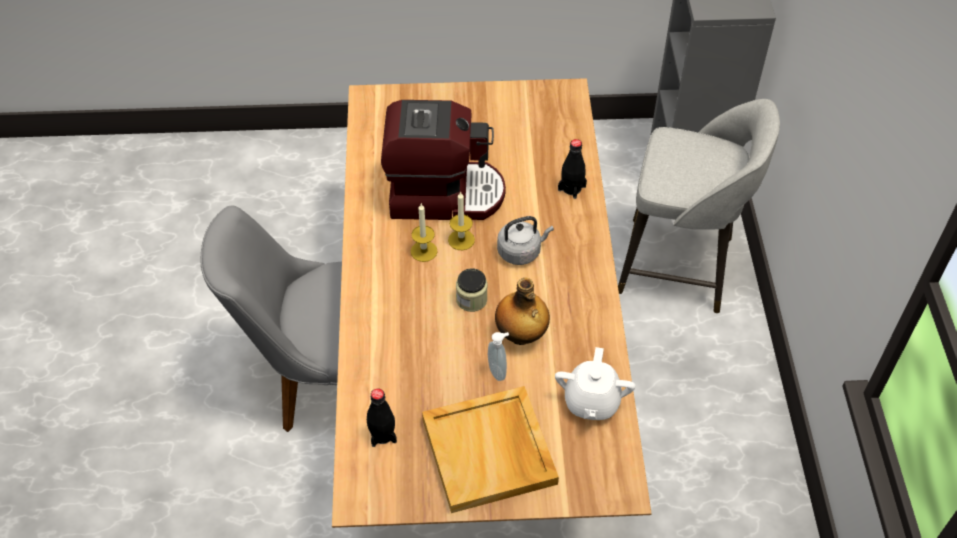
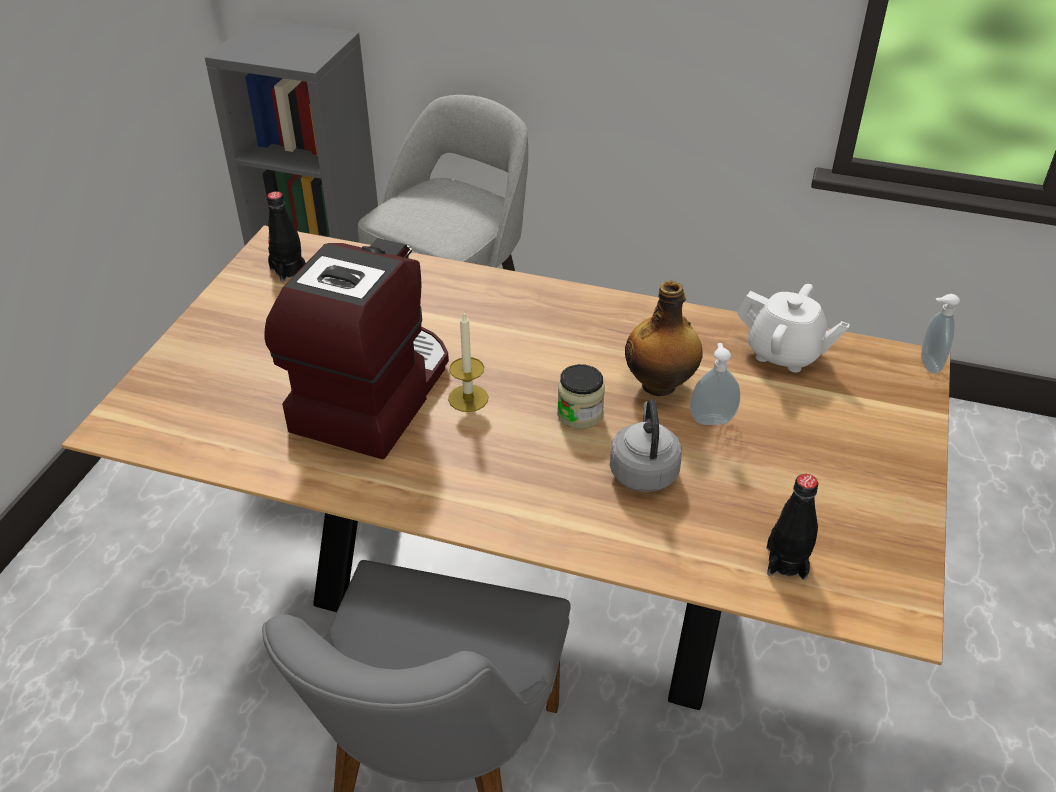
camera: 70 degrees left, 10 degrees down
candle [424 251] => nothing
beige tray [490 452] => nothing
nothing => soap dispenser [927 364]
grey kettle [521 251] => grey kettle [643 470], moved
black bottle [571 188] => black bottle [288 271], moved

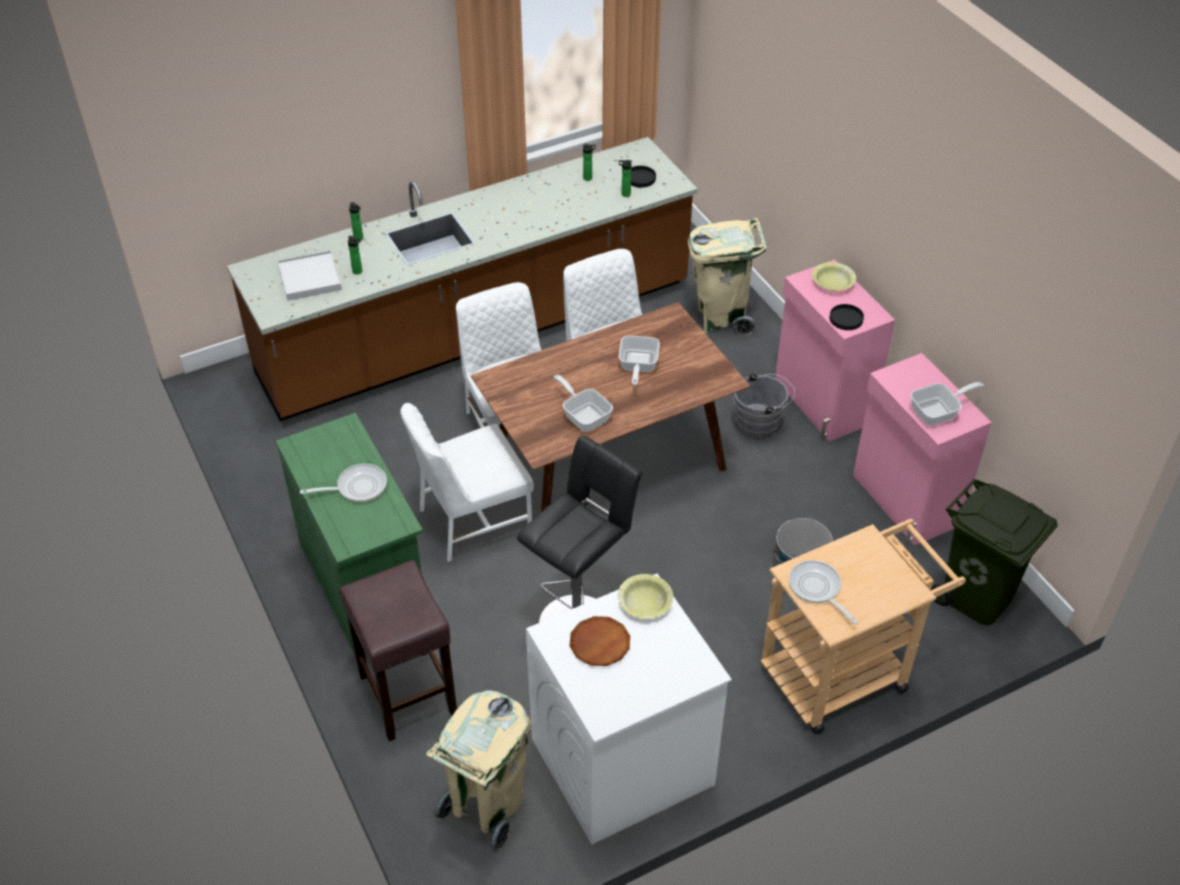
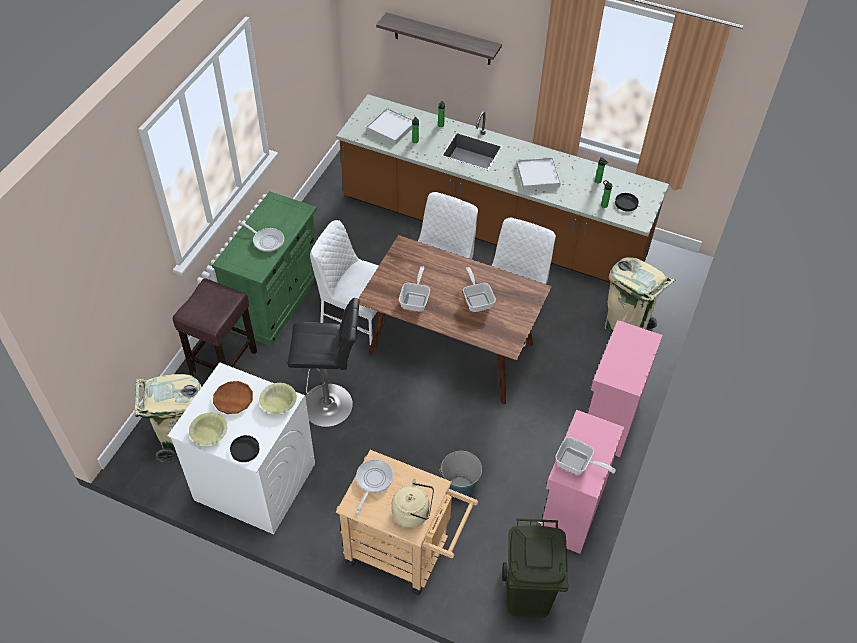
camera: 50 degrees right, 5 degrees up
grey bucket [760 424] => nothing
nothing => shelf [442 39]
nothing => beige kettle [413 513]
nothing => white tray [537 175]
yellow bowl [833 282] => yellow bowl [209 432], moved
black plate [846 319] => black plate [245 450], moved
frying pan [637 367] => frying pan [477 299], 105 degrees clockwise

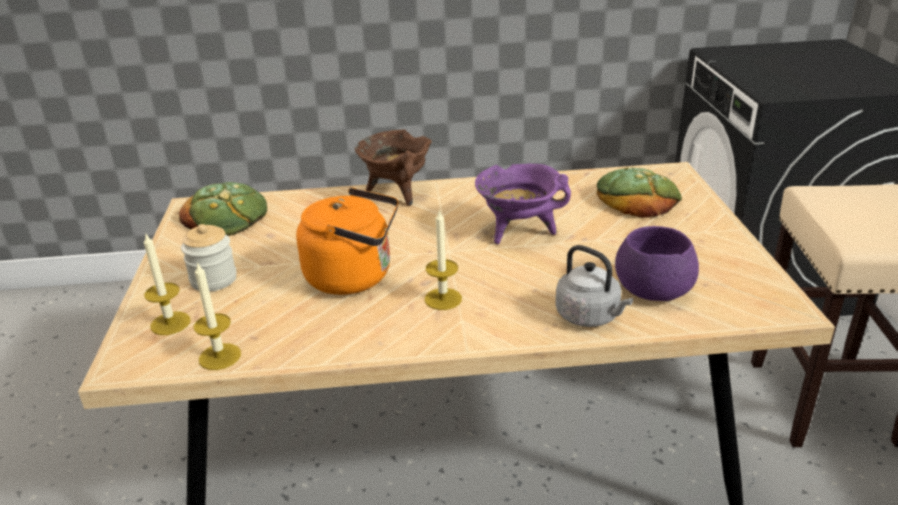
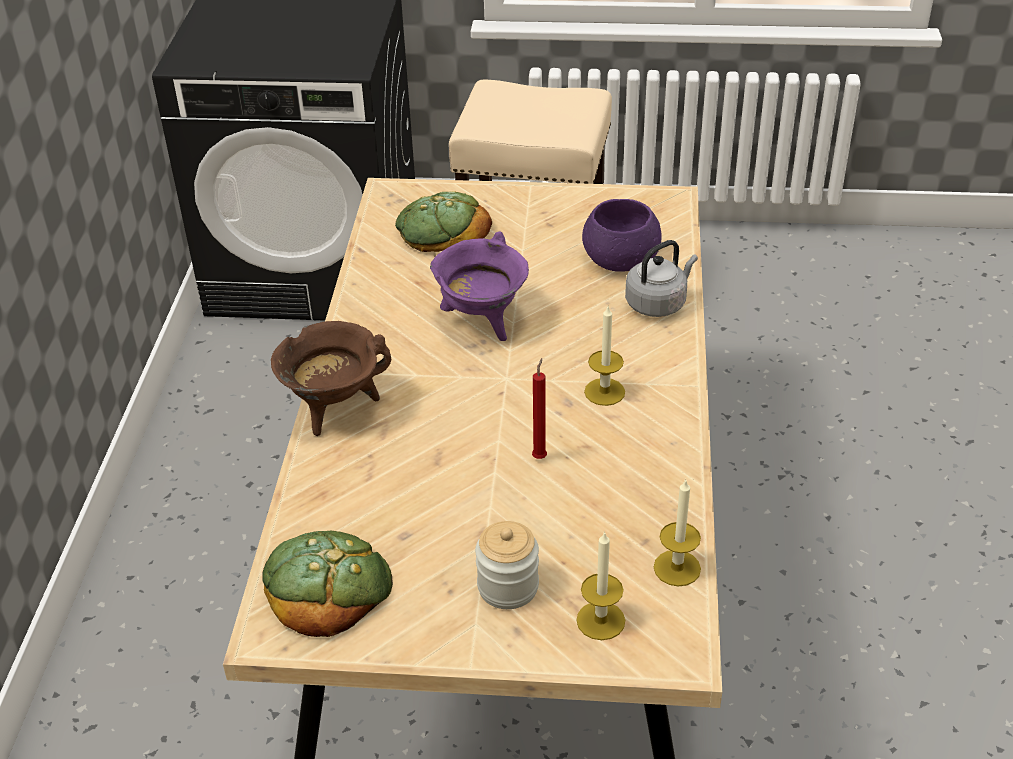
camera: 80 degrees left, 10 degrees up
orange kettle [354 277] => red candle [540 456]

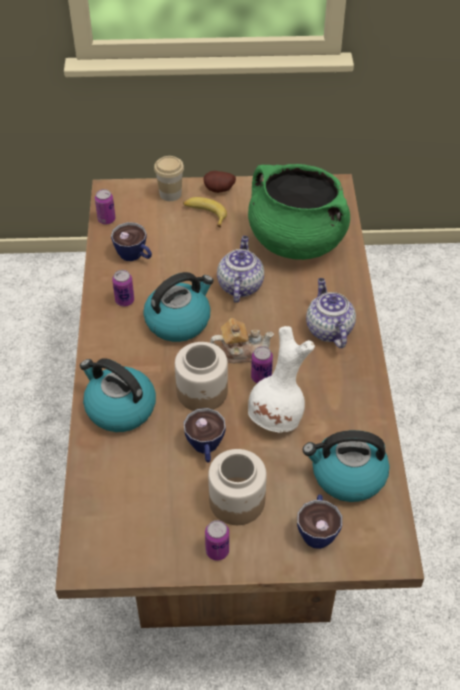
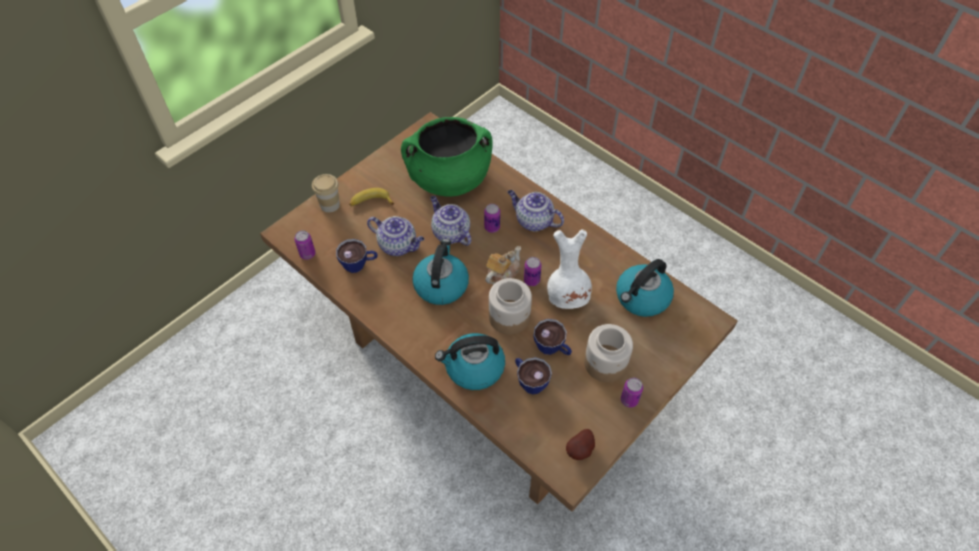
camera: 45 degrees left, 5 degrees up
nothing => teapot [398 245]
can [124 301] => can [492 227], moved
potato [219 190] => potato [581 450], moved
cup [317 529] => cup [529 381], moved

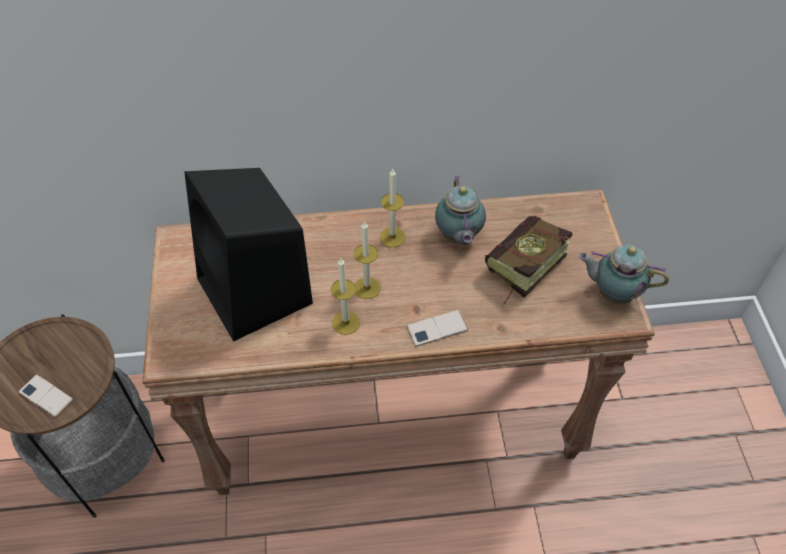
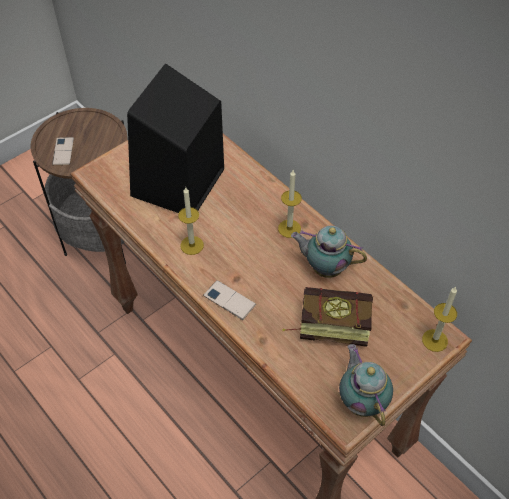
camera: 55 degrees right, 0 degrees up
candle [367 288] => candle [434 340], moved
teapot [458 238] => teapot [325 268], 60 degrees clockwise

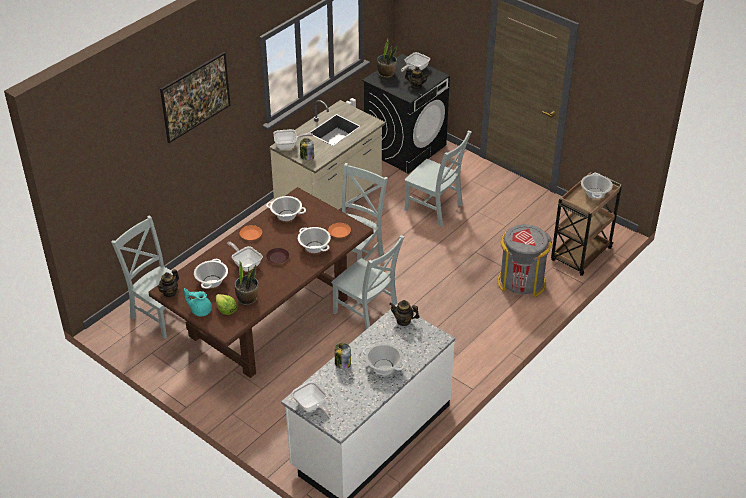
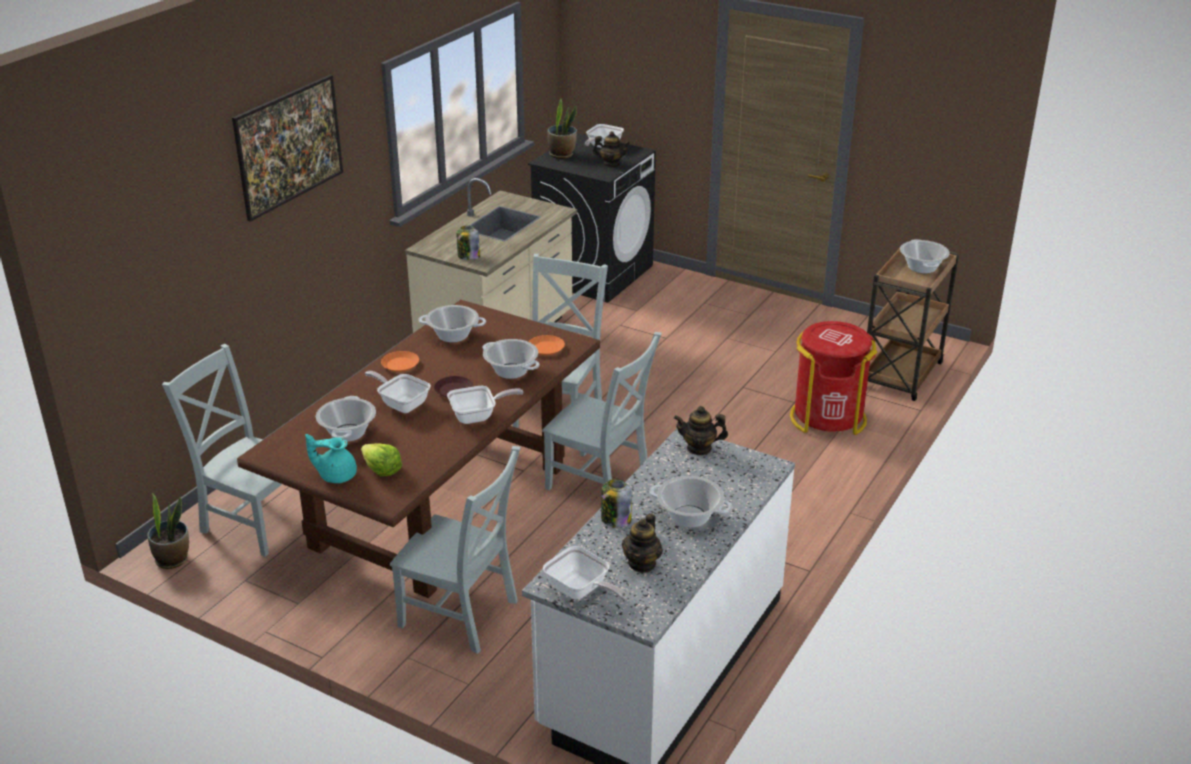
camera: 10 degrees left, 10 degrees down
teapot [170 292] => teapot [642 563], moved
potted plant [247 299] => potted plant [172 559], moved
frying pan [288 145] => frying pan [478 416], moved
grey chair [435 208] => grey chair [462 616], moved
grey trash can [521 282] => red trash can [827 418]

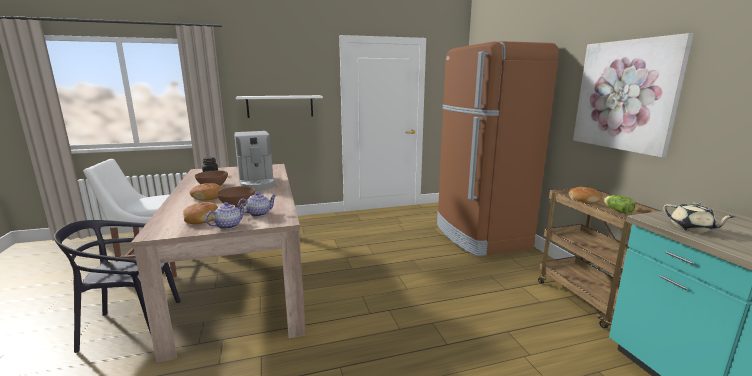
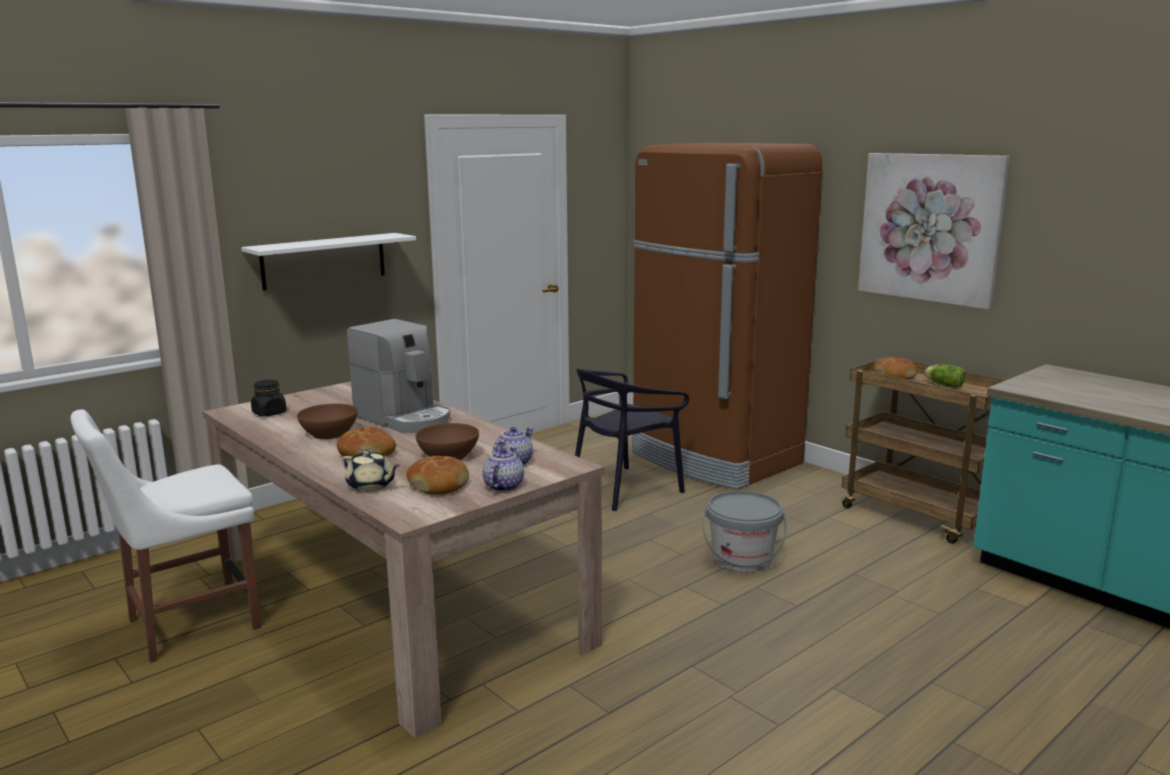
camera: 25 degrees left, 0 degrees up
nothing => grey bucket [742 558]
black chair [133 326] => black chair [625 489], moved
beige teapot [691 228] => beige teapot [371 486], moved

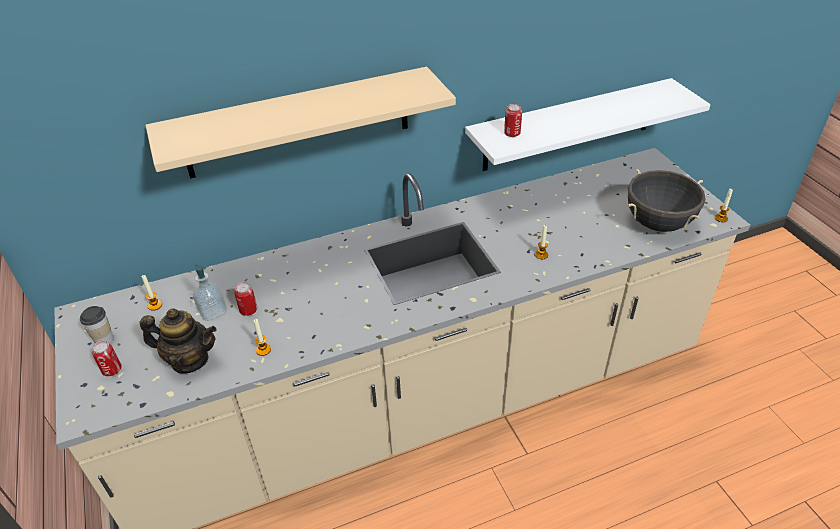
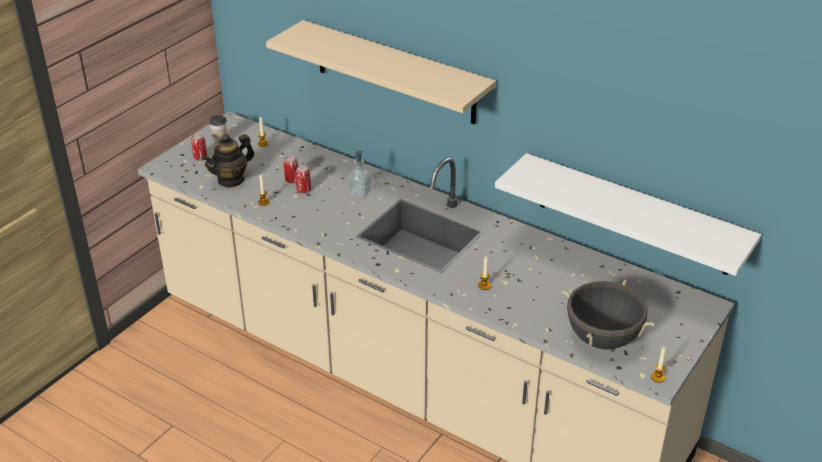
camera: 55 degrees right, 5 degrees down
soap dispenser [212 311] => soap dispenser [360 193], moved
can [512 134] => can [303 190], moved
teapot [189 360] => teapot [231 180], 75 degrees clockwise

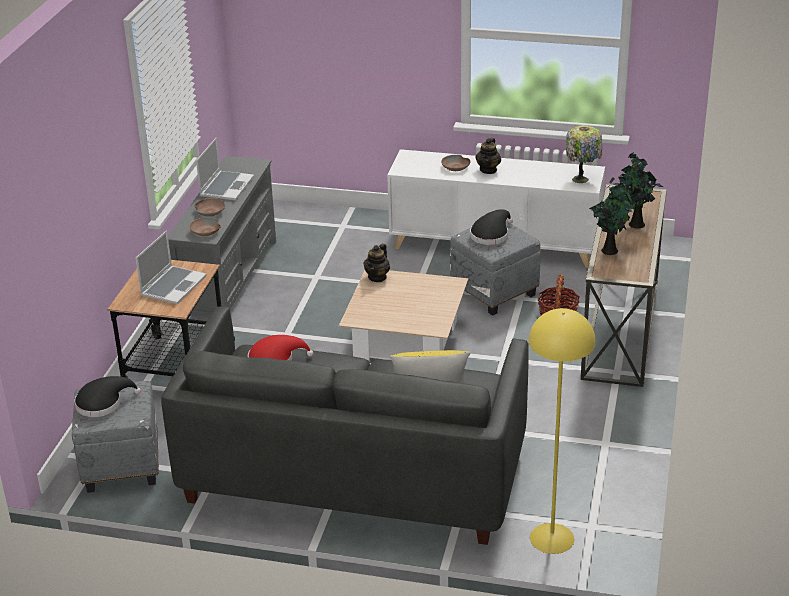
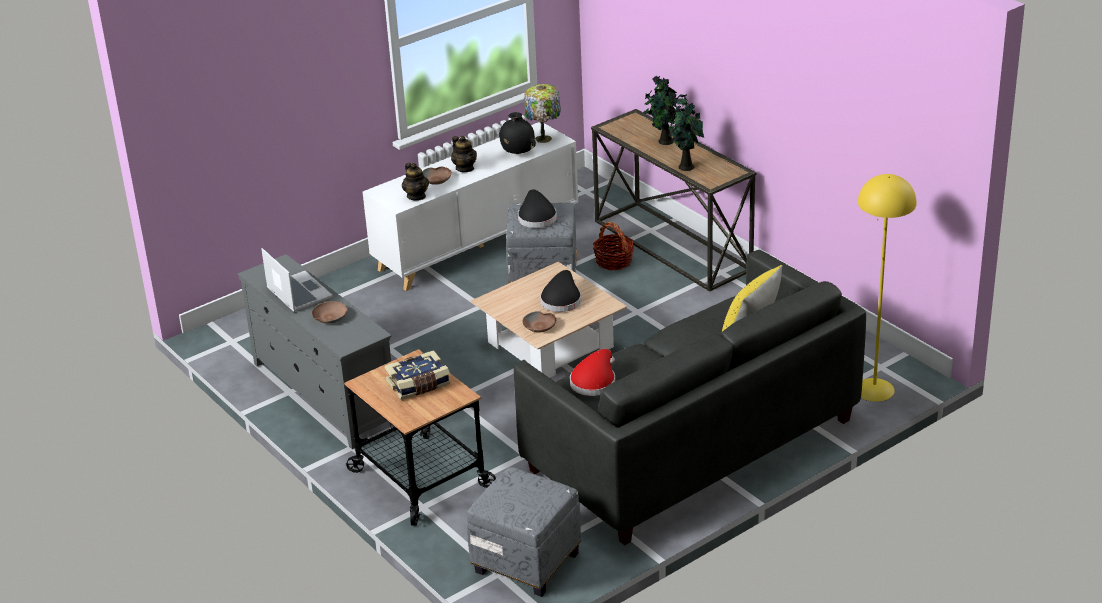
camera: 50 degrees left, 0 degrees up
nothing => black vase [517 153]
black hat [103 403] => black hat [561 300], moved
brown bowl [205 232] => brown bowl [540 327], moved
teapot [377 277] => teapot [416 196], moved
laptop [173 286] => book [419 385]

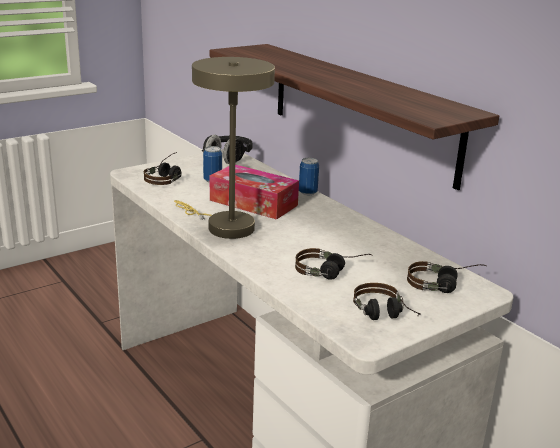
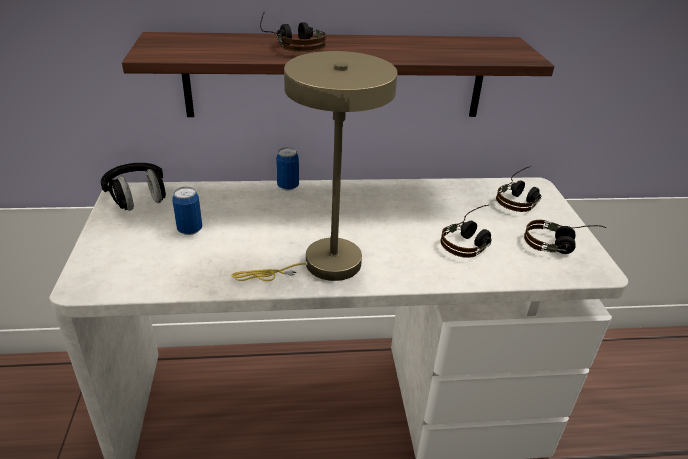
camera: 60 degrees left, 10 degrees up
tissue box [253 203] => nothing
headphones [167 177] => headphones [292 44], moved

